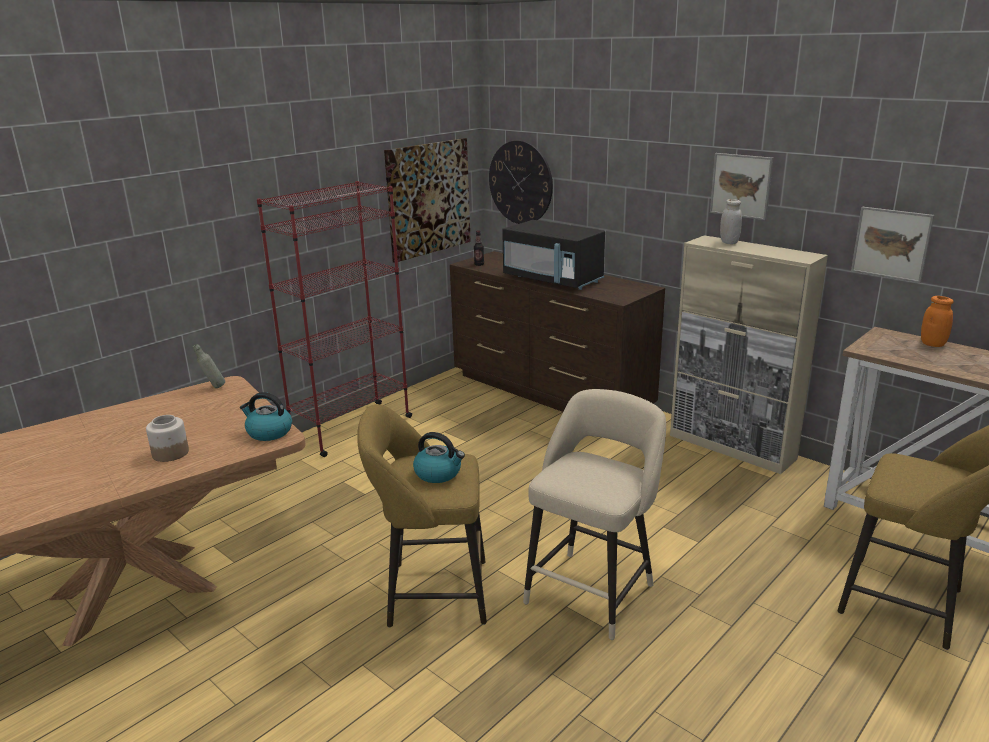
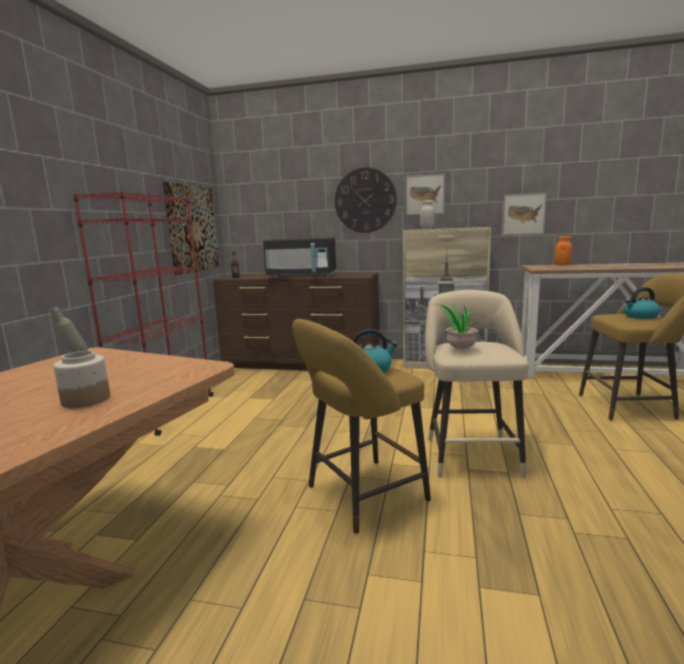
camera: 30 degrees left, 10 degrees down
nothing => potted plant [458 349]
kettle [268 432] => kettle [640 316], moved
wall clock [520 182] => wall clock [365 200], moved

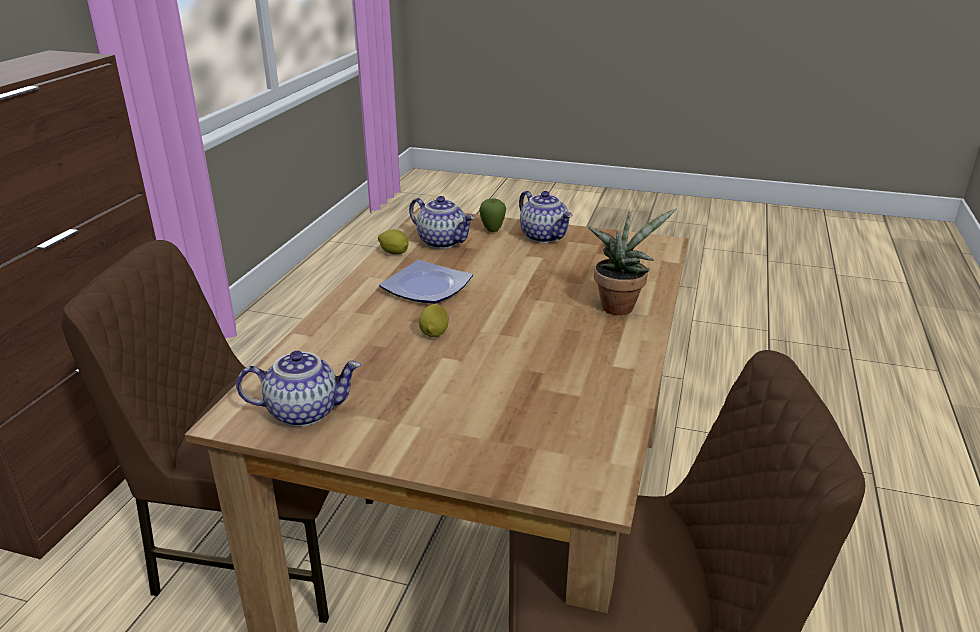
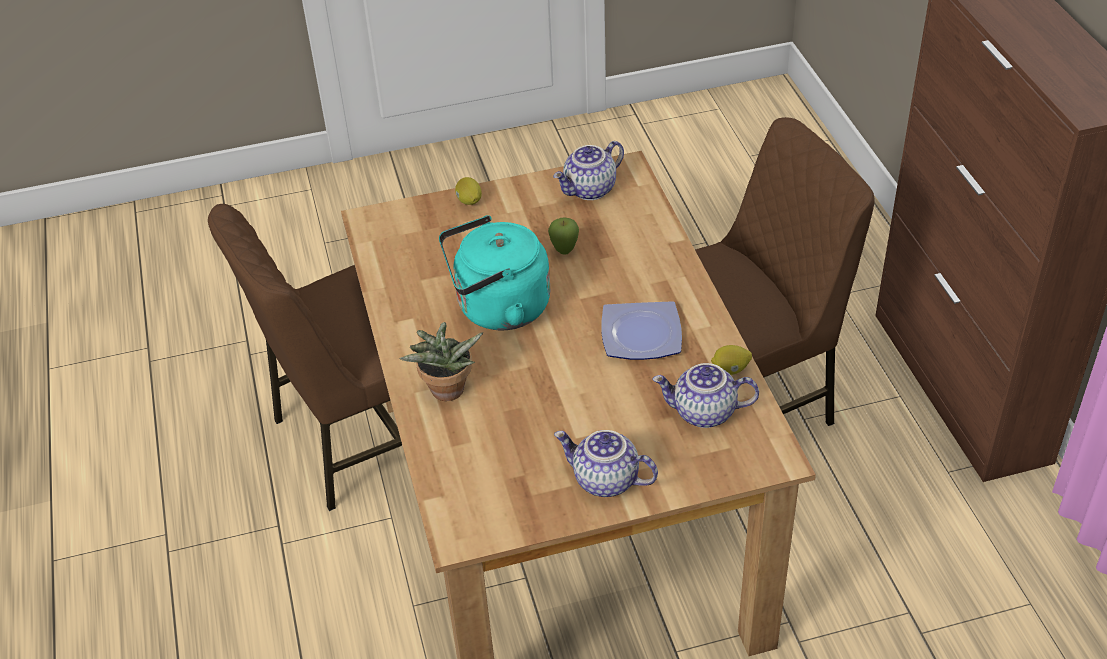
camera: 150 degrees right, 15 degrees up
nothing => turquoise kettle [497 309]
lemon [434 333] => lemon [469 201], moved
apple [492 231] => apple [564 251], moved

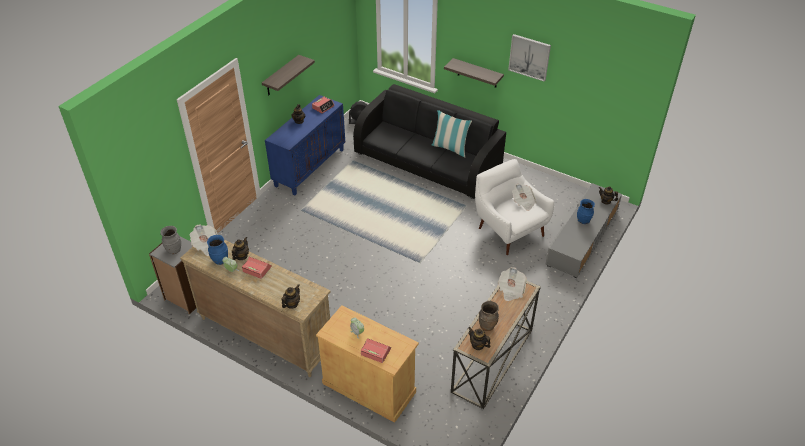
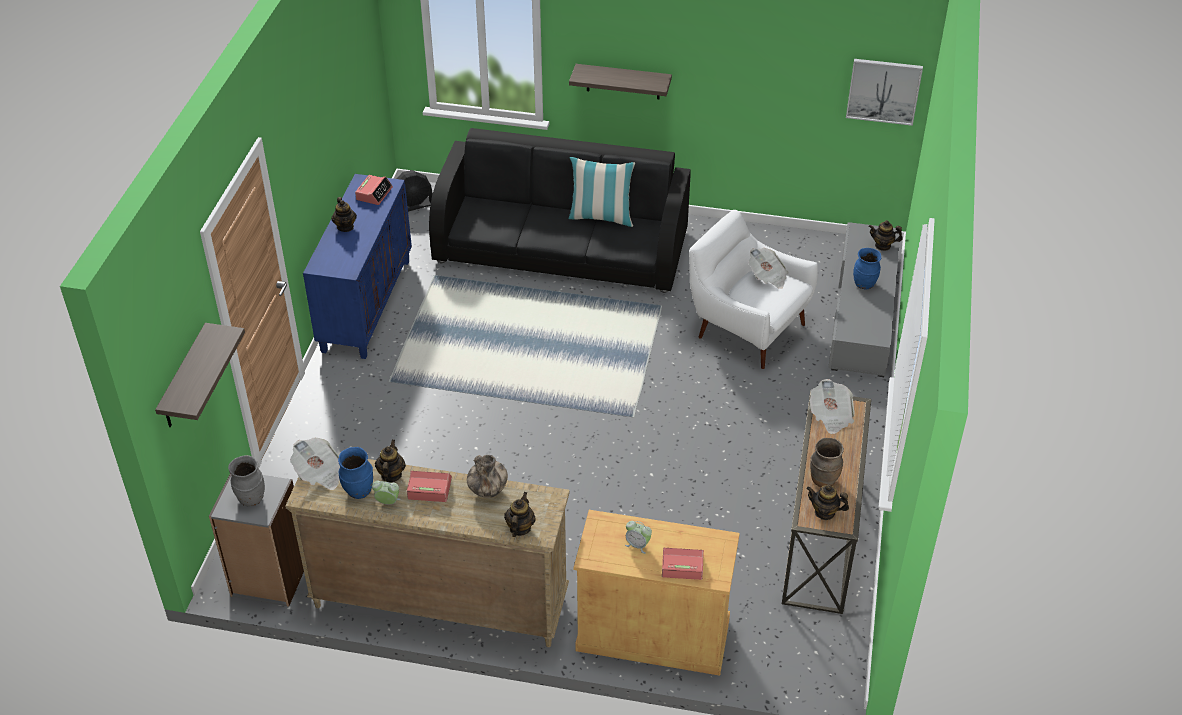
camera: 20 degrees left, 0 degrees up
nothing => vase [488 490]
shelf [281 76] => shelf [184 379], moved
picture [529 57] => picture [883 91], moved

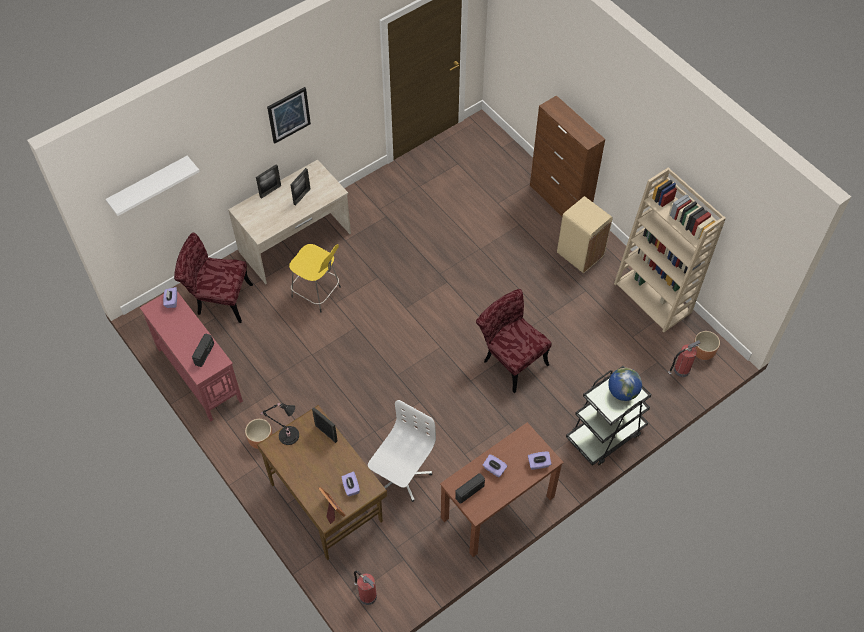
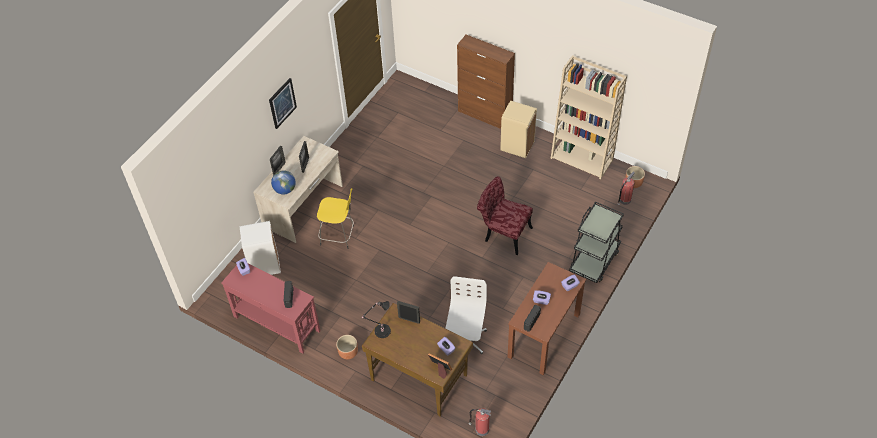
camera: 20 degrees left, 5 degrees down
white shelf [149 185] => nothing
globe [622 392] => globe [285 190], moved
red chair [218 299] => white trash can [264 265]

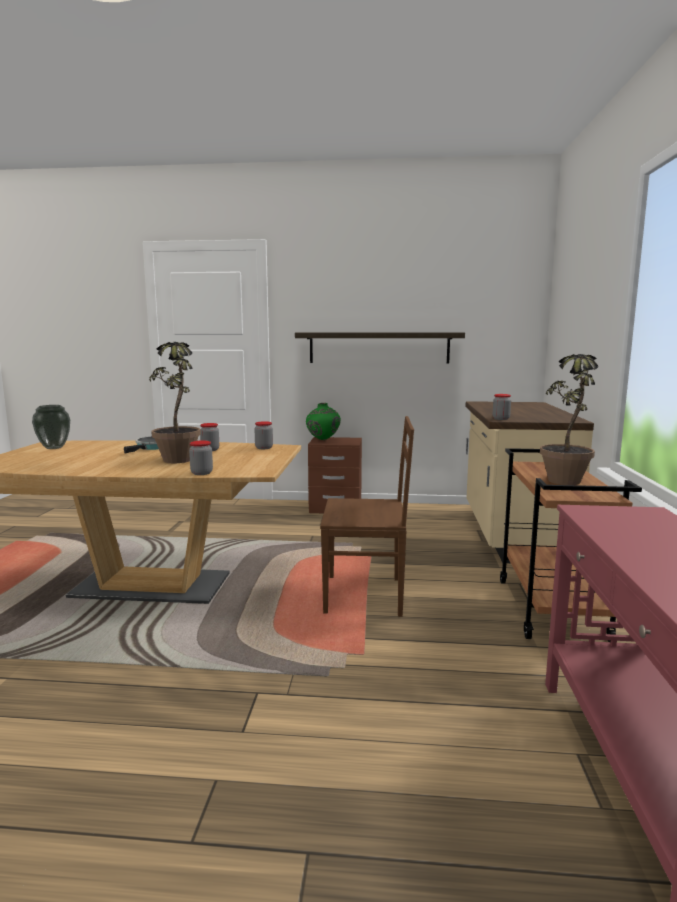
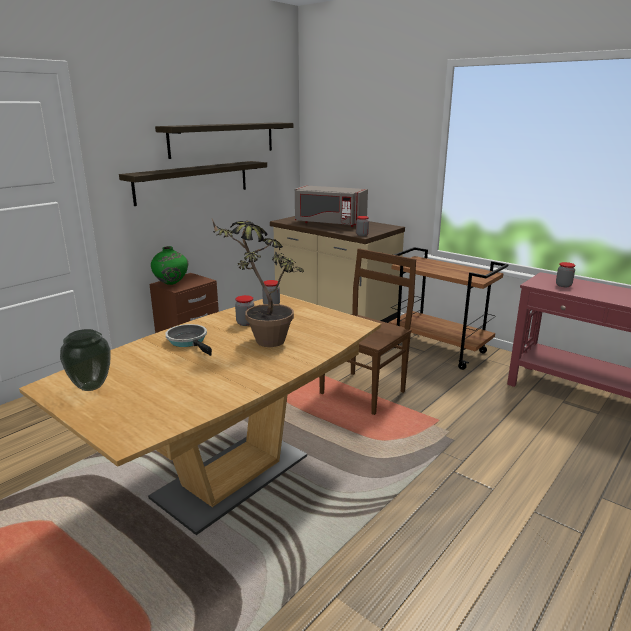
camera: 55 degrees left, 10 degrees up
potted plant [566 479] => nothing
nothing => shelf [223 139]
nothing => grey microwave [329 223]
jar [201 473] => jar [563 285], moved

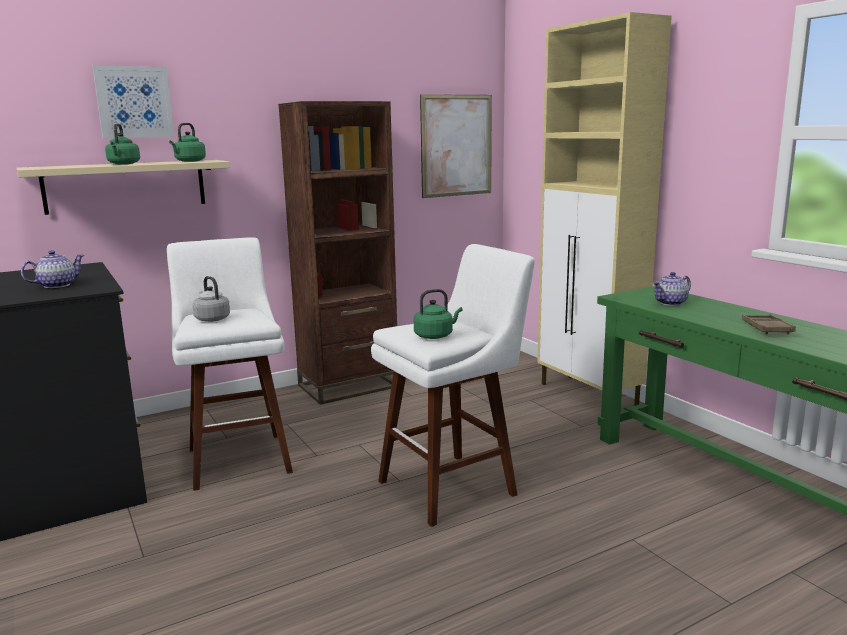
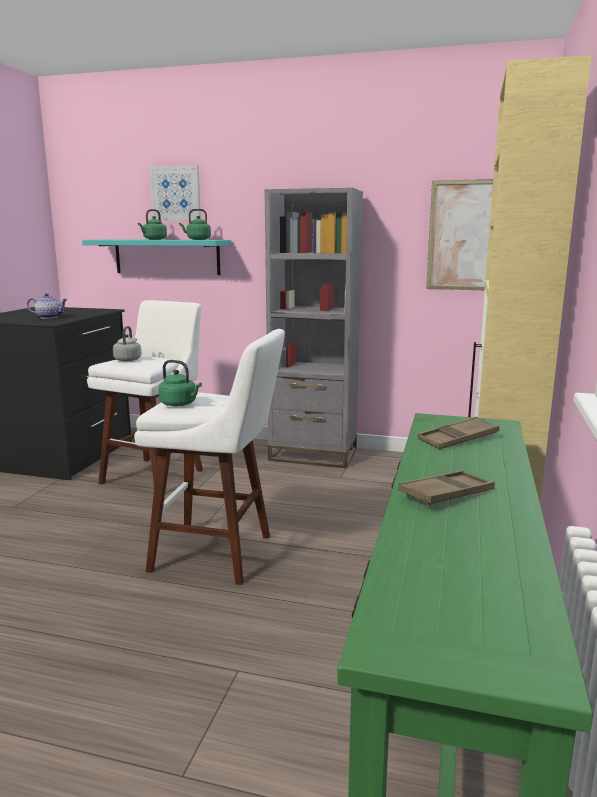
camera: 45 degrees right, 0 degrees up
teapot [671 303] => brown tray [458 439]
beige shelf [126 186] => turquoise shelf [167 256]
brown bookcase [348 386] => grey bookcase [313 455]

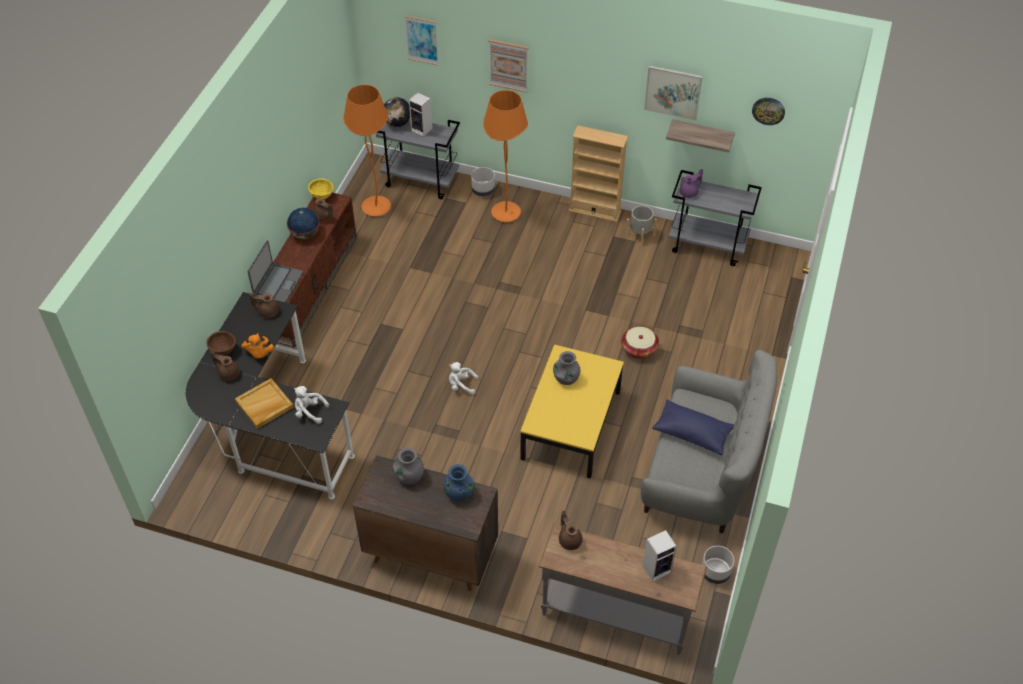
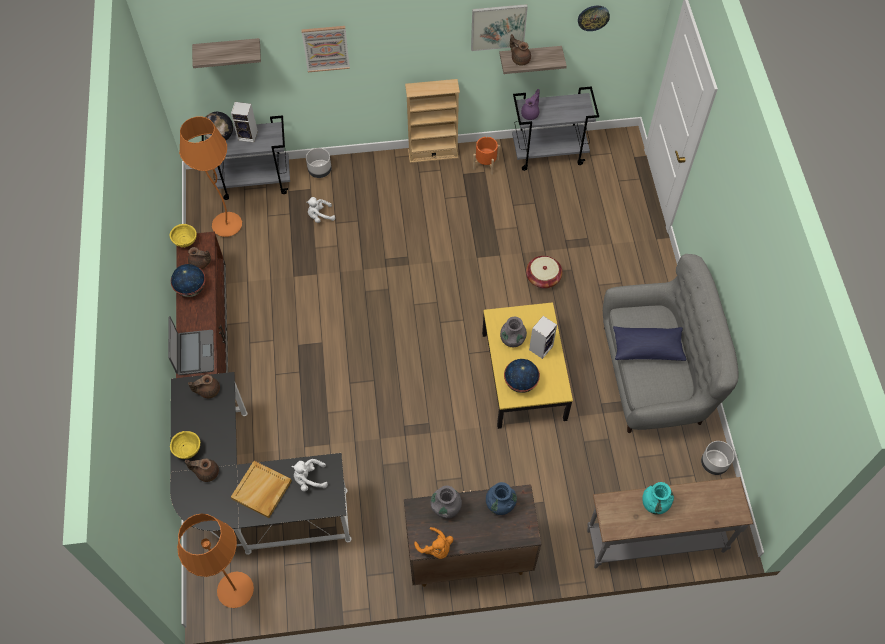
camera: 25 degrees left, 10 degrees up
nothing => globe [520 383]
nothing => turquoise vase [655 504]
orange plush toy [259 353] => orange plush toy [436 548], moved
white plush toy [461 385] => white plush toy [320 216], moved
orange floor lamp [505 213] => orange floor lamp [235 590], moved
brown teapot [569 540] => brown teapot [520 59], moved
speaker [657 568] => speaker [541 347], moved
picture [422 40] => shelf [228 50]
brown bowl [223 351] => yellow bowl [188 450]
grey planter [639 235] => orange planter [485 164]

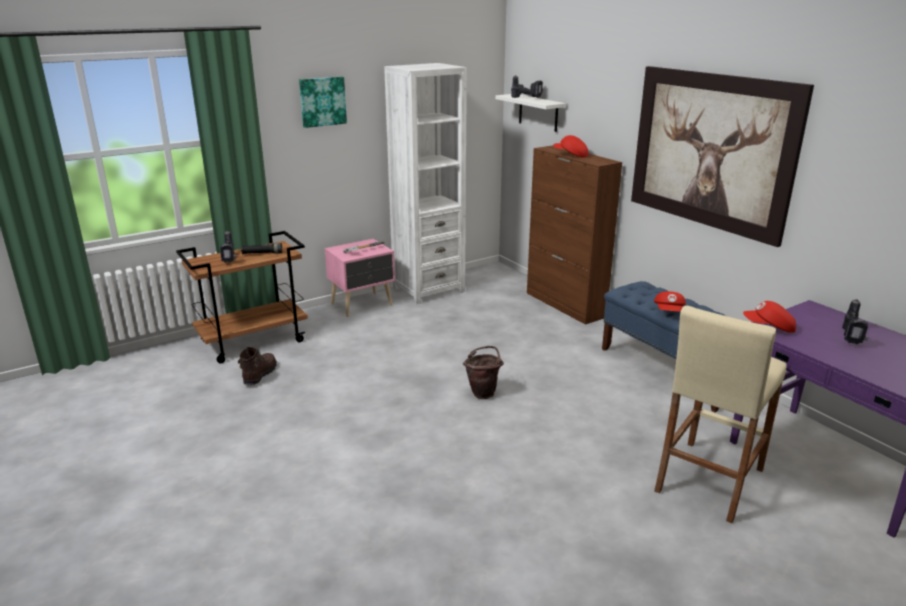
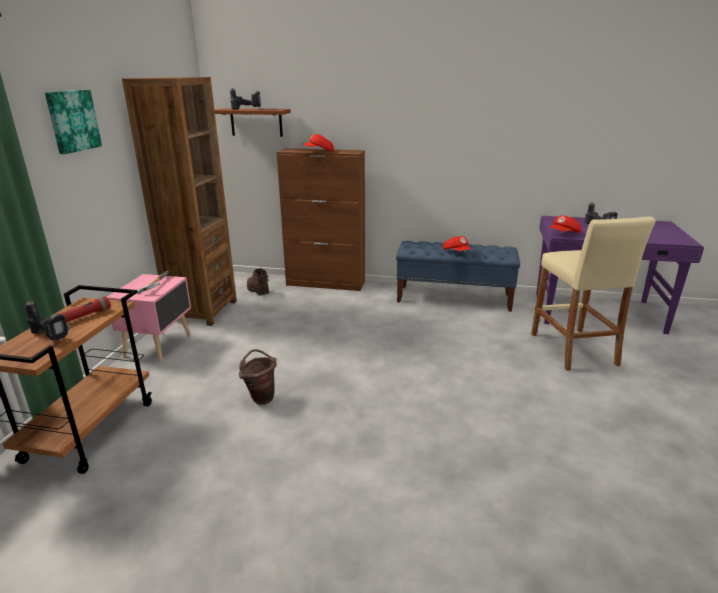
camera: 45 degrees left, 0 degrees up
picture [711 151] => nothing
brown boot [259 375] => brown boot [257 291], moved
brown bucket [483 392] => brown bucket [261 397], moved
black flashlight [262 254] => red flashlight [84 317]
white bookcase [428 290] => brown bookcase [202 311]
white shelf [538 112] => brown shelf [256 122]

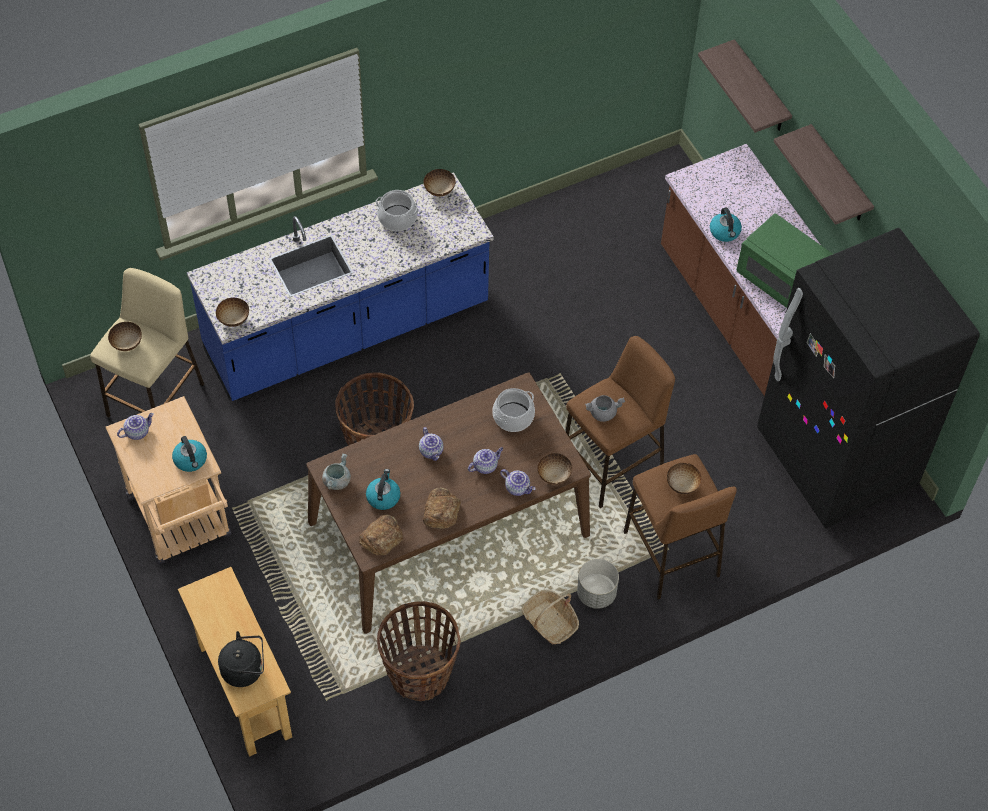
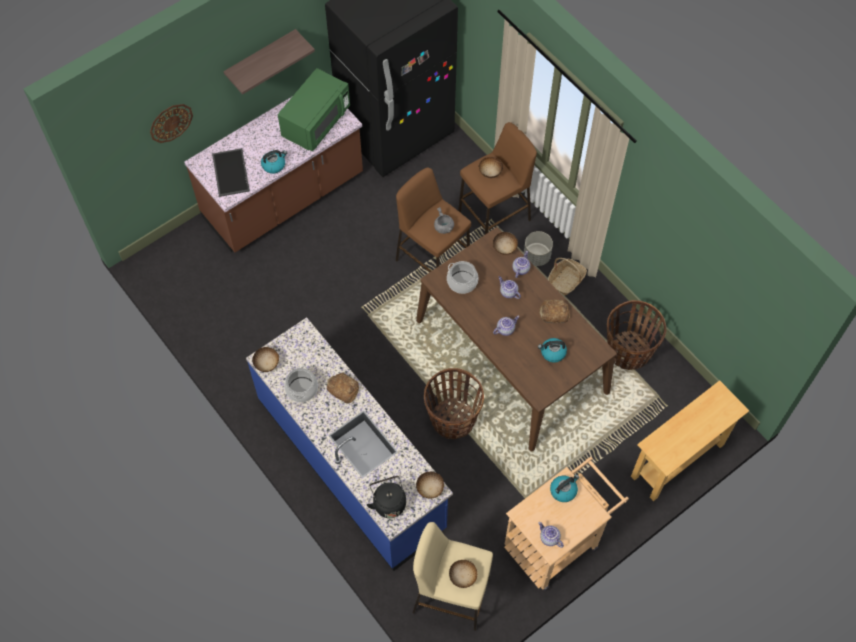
camera: 100 degrees left, 5 degrees up
grey cooking pot [336 480] => nothing
nothing => tray [229 172]
black kettle [245 669] => black kettle [388 502], moved
bread [381 537] => bread [343 389], moved
shelf [760 89] => wall clock [171 122]

